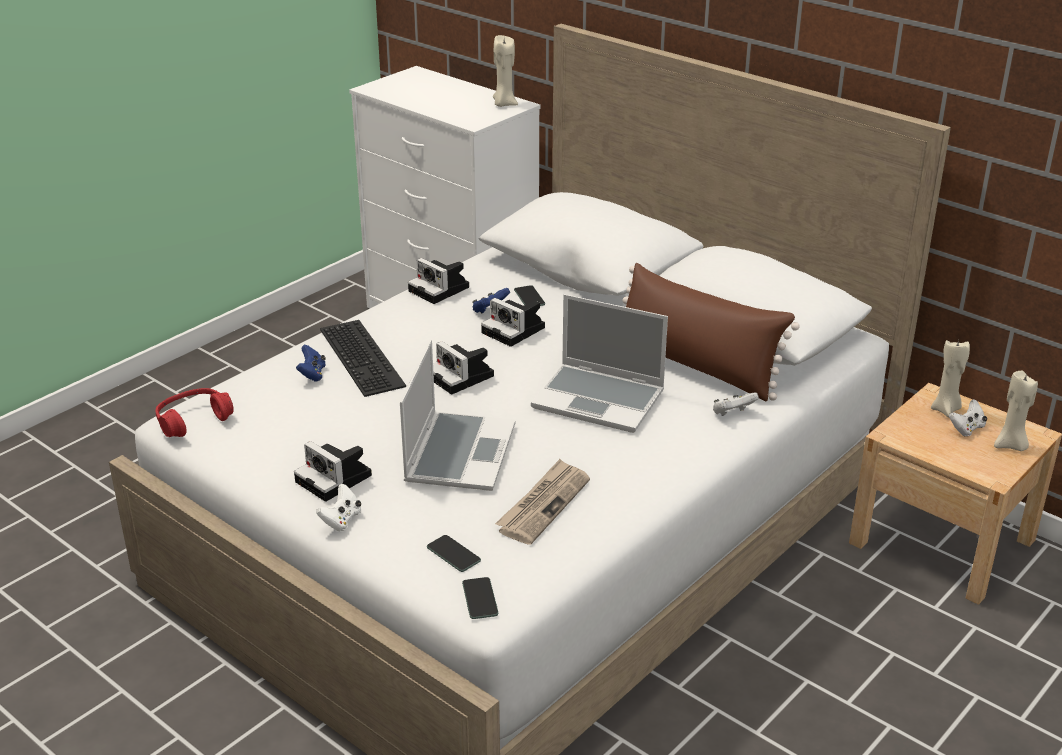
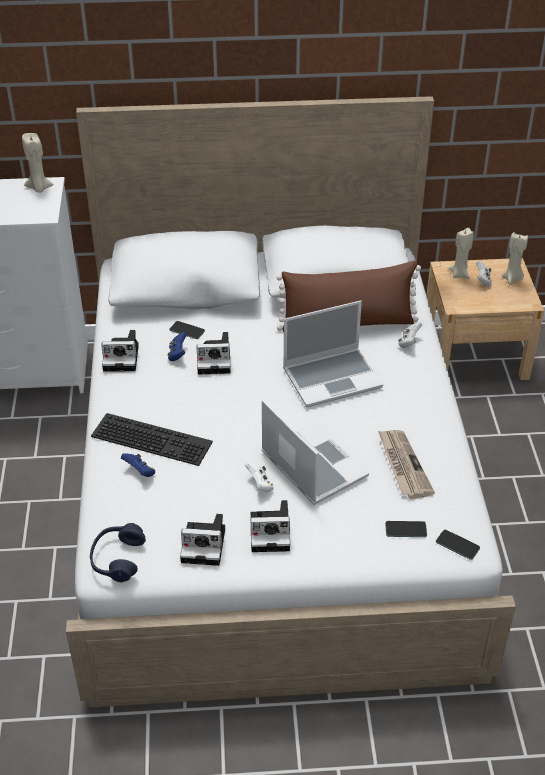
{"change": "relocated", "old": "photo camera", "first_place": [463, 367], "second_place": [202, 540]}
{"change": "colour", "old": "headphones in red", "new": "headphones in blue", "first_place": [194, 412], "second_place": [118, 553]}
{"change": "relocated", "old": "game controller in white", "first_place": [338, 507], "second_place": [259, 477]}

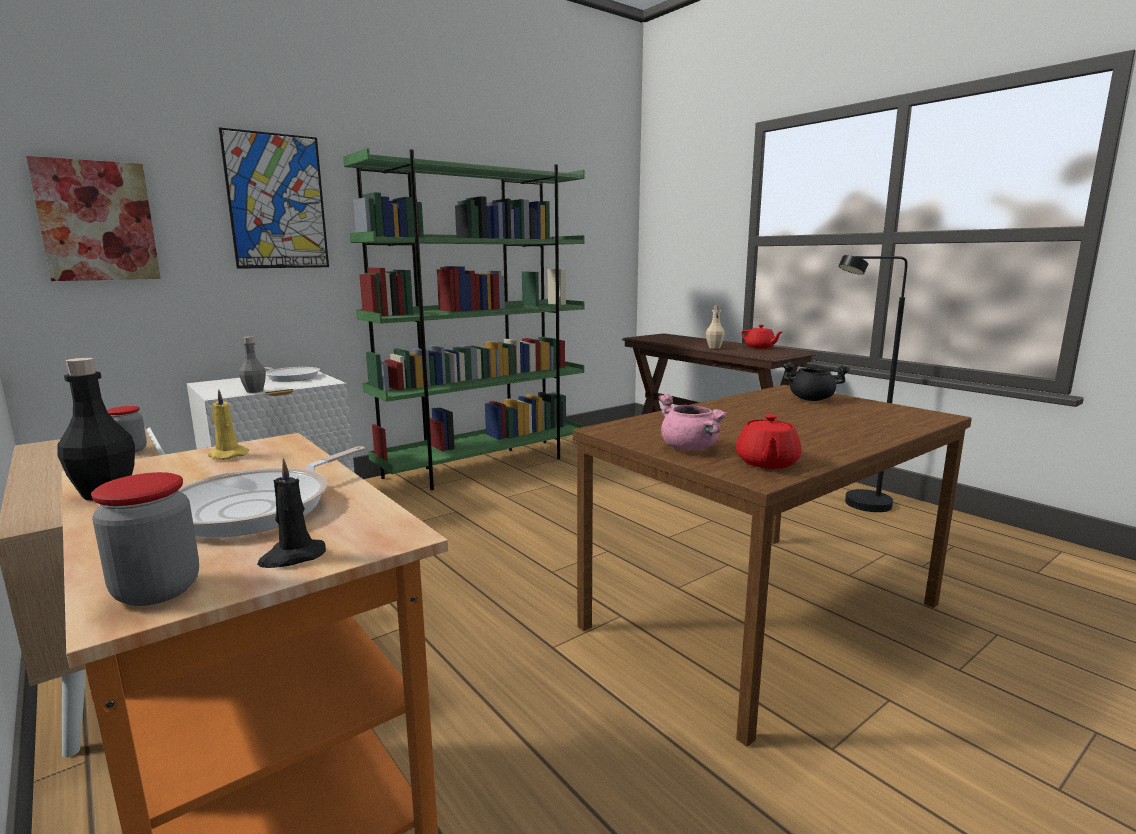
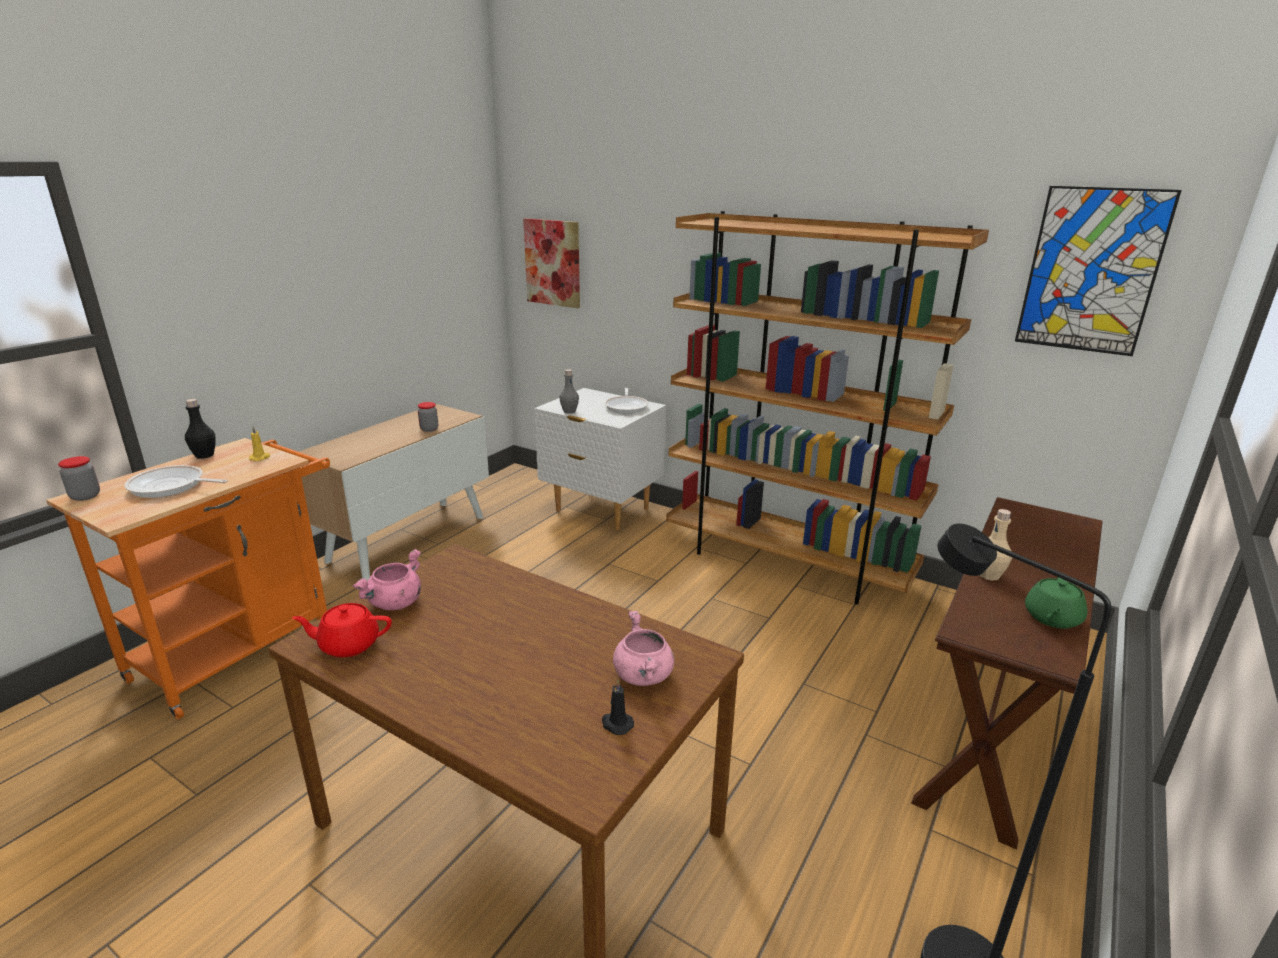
{"change": "relocated", "old": "picture", "first_place": [274, 198], "second_place": [1098, 271]}
{"change": "colour", "old": "bookcase in green", "new": "bookcase in brown", "first_place": [464, 319], "second_place": [827, 408]}
{"change": "colour", "old": "teapot in red", "new": "teapot in green", "first_place": [762, 337], "second_place": [1056, 603]}
{"change": "colour", "old": "cooking pot in black", "new": "cooking pot in pink", "first_place": [816, 381], "second_place": [643, 648]}
{"change": "relocated", "old": "candle in black", "first_place": [291, 513], "second_place": [618, 707]}

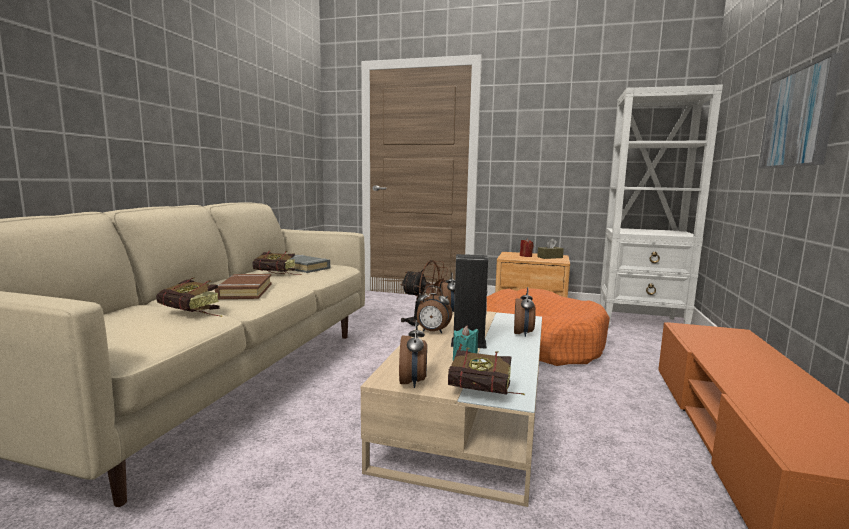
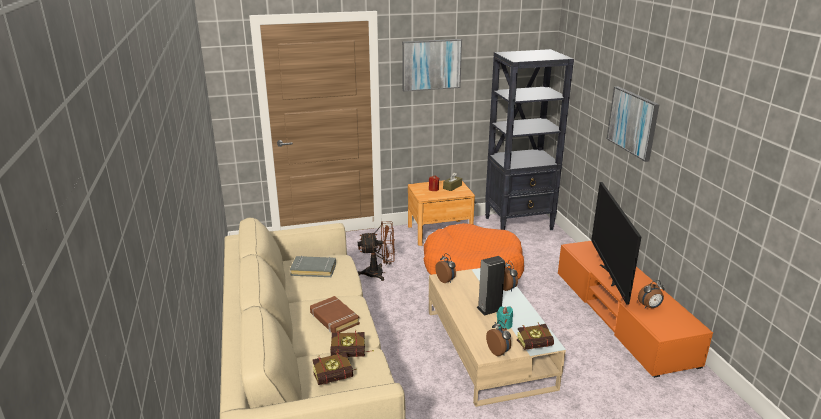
{"change": "colour", "old": "bookcase in white", "new": "bookcase in black", "first_place": [661, 206], "second_place": [529, 139]}
{"change": "relocated", "old": "book", "first_place": [277, 263], "second_place": [334, 368]}
{"change": "relocated", "old": "alarm clock", "first_place": [434, 309], "second_place": [651, 294]}
{"change": "appeared", "new": "picture", "second_place": [432, 65]}
{"change": "appeared", "new": "television", "second_place": [616, 243]}

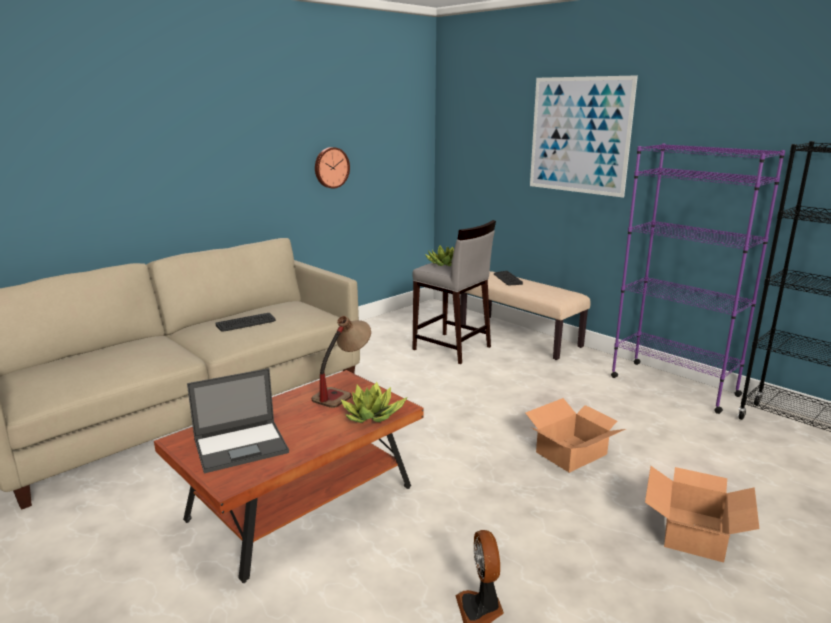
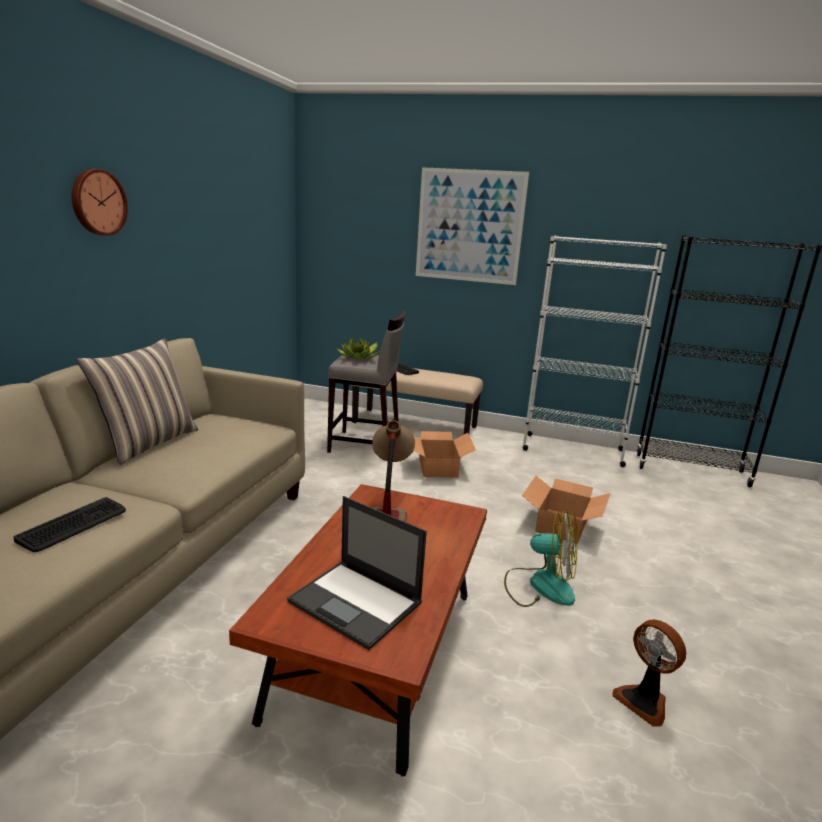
{"change": "colour", "old": "bookcase in purple", "new": "bookcase in white", "first_place": [698, 278], "second_place": [594, 351]}
{"change": "relocated", "old": "wall clock", "first_place": [332, 167], "second_place": [100, 202]}
{"change": "relocated", "old": "keyboard", "first_place": [246, 322], "second_place": [69, 524]}
{"change": "spun", "old": "laptop", "first_place": [238, 420], "second_place": [357, 573], "degrees": 90}
{"change": "missing", "old": "potted plant", "first_place": [374, 402]}
{"change": "relocated", "old": "cardboard box", "first_place": [702, 514], "second_place": [444, 454]}
{"change": "appeared", "new": "pillow", "second_place": [137, 402]}
{"change": "appeared", "new": "fan", "second_place": [540, 558]}

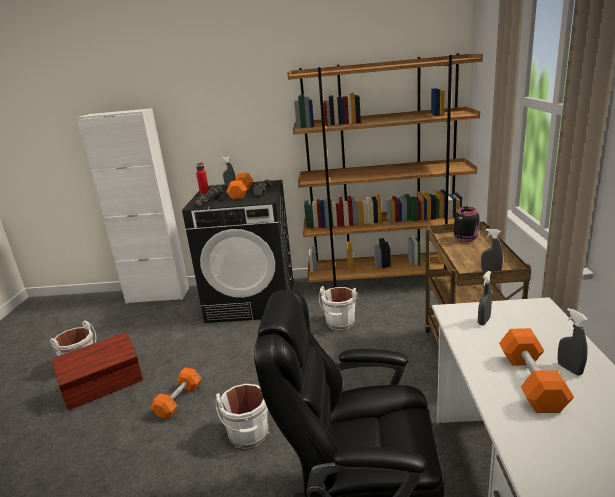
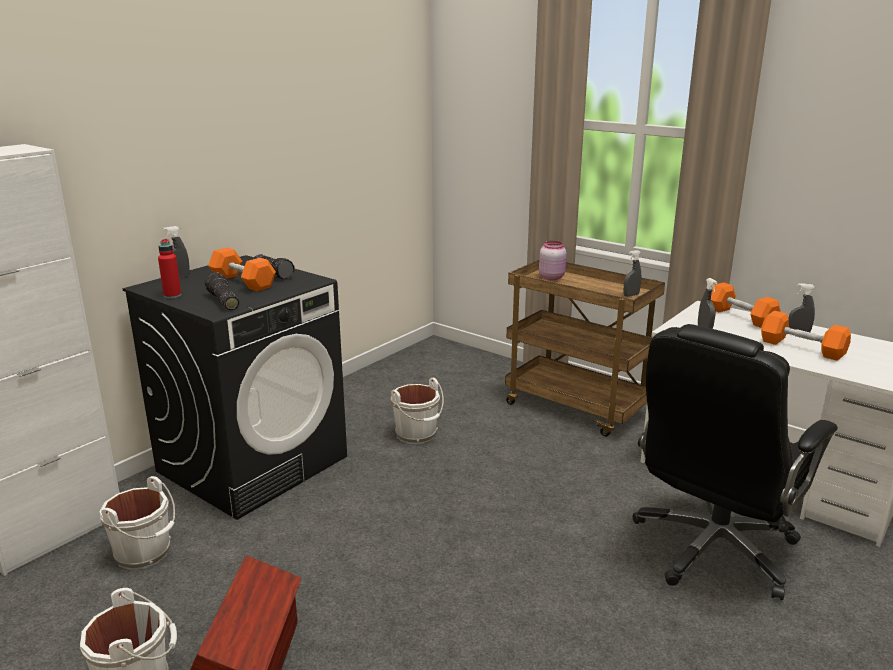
{"change": "missing", "old": "bookcase in brown", "first_place": [385, 170]}
{"change": "colour", "old": "jar in black", "new": "jar in pink", "first_place": [466, 224], "second_place": [552, 260]}
{"change": "relocated", "old": "dumbbell in orange", "first_place": [176, 393], "second_place": [746, 305]}
{"change": "relocated", "old": "bucket in white", "first_place": [242, 416], "second_place": [137, 523]}

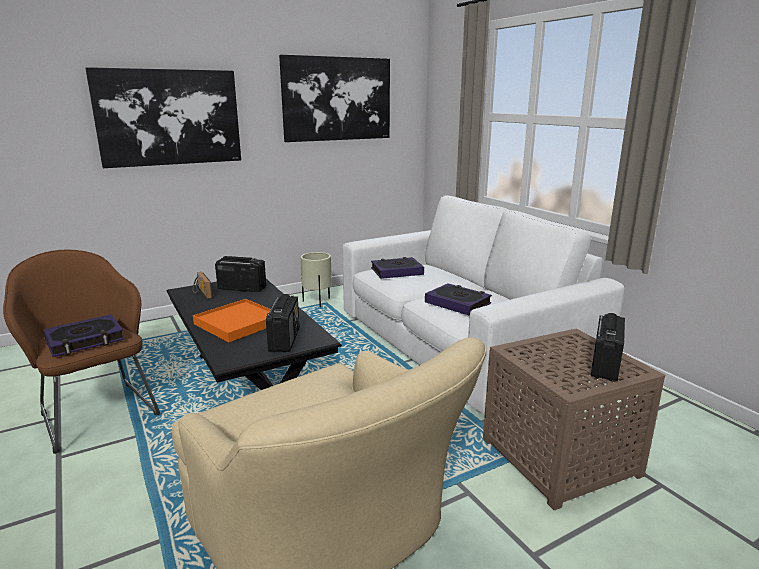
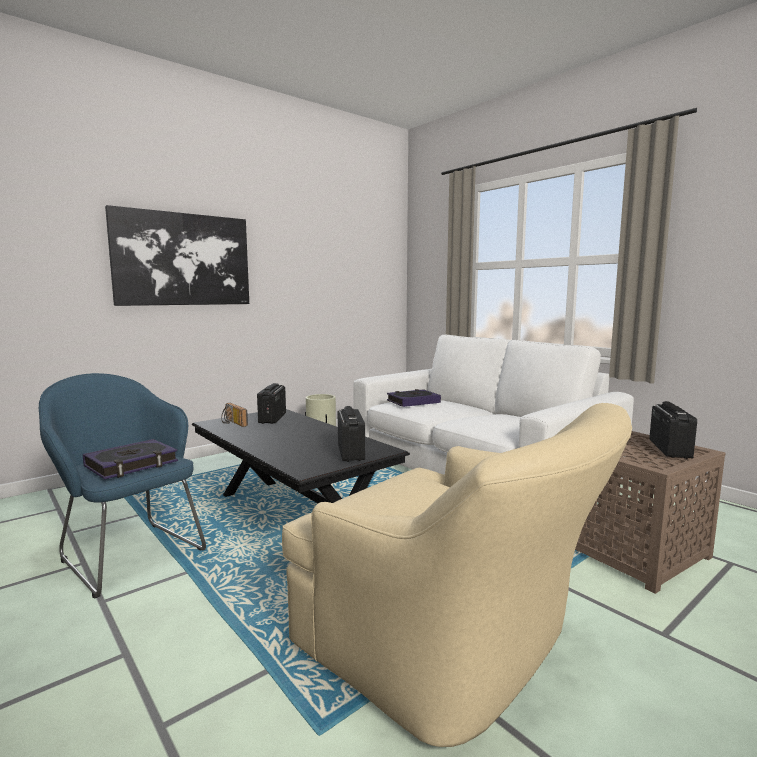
{"change": "missing", "old": "picture", "first_place": [334, 98]}
{"change": "colour", "old": "armchair in brown", "new": "armchair in blue", "first_place": [81, 351], "second_place": [122, 486]}
{"change": "spun", "old": "radio", "first_place": [240, 274], "second_place": [271, 403], "degrees": -90}
{"change": "missing", "old": "book", "first_place": [458, 299]}
{"change": "missing", "old": "tray in orange", "first_place": [232, 320]}

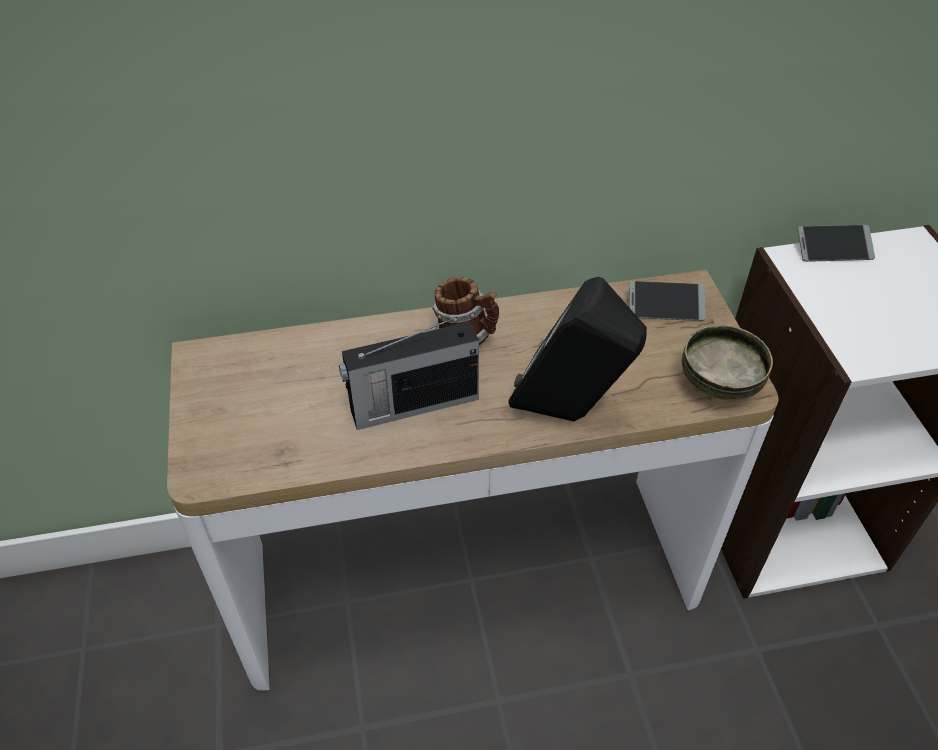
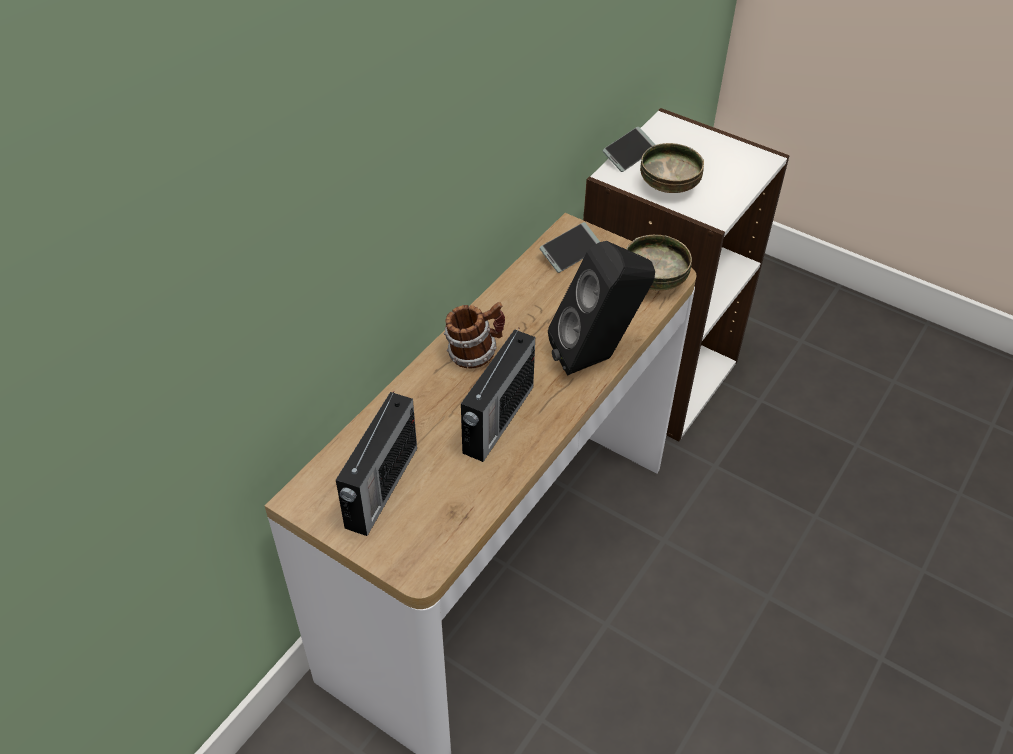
{"change": "appeared", "new": "bowl", "second_place": [672, 168]}
{"change": "appeared", "new": "radio", "second_place": [376, 463]}

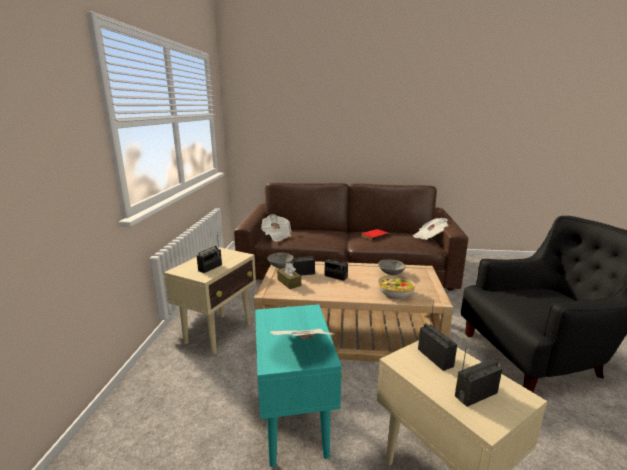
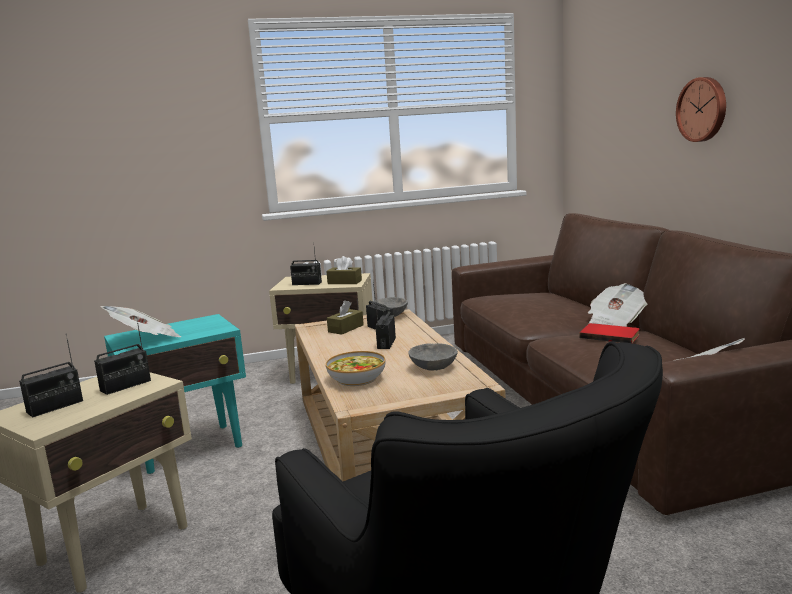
{"change": "relocated", "old": "newspaper", "first_place": [276, 228], "second_place": [618, 305]}
{"change": "spun", "old": "radio", "first_place": [478, 375], "second_place": [51, 375], "degrees": 90}
{"change": "appeared", "new": "wall clock", "second_place": [701, 109]}
{"change": "appeared", "new": "tissue box in brown", "second_place": [344, 270]}

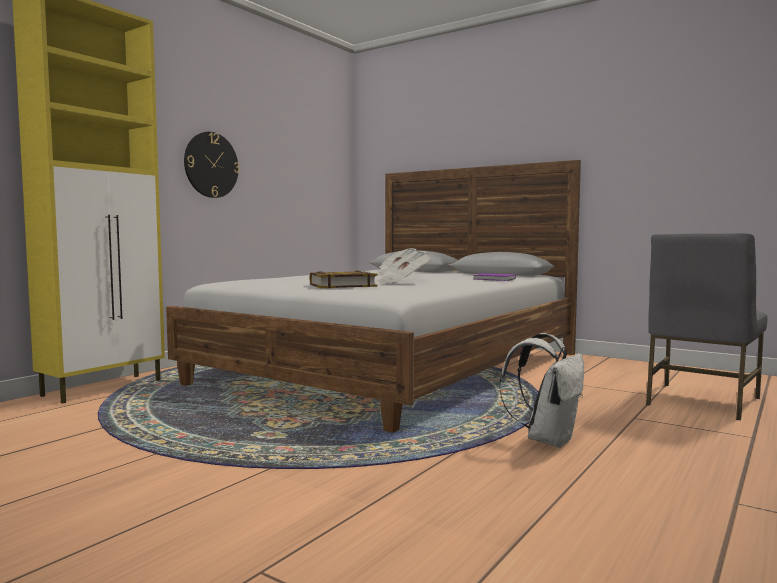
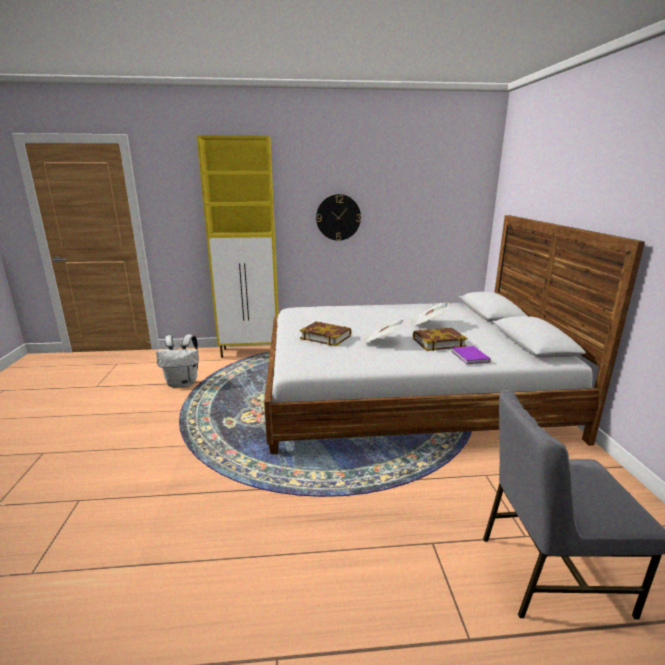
{"change": "relocated", "old": "backpack in white", "first_place": [541, 390], "second_place": [177, 361]}
{"change": "appeared", "new": "book", "second_place": [440, 339]}

